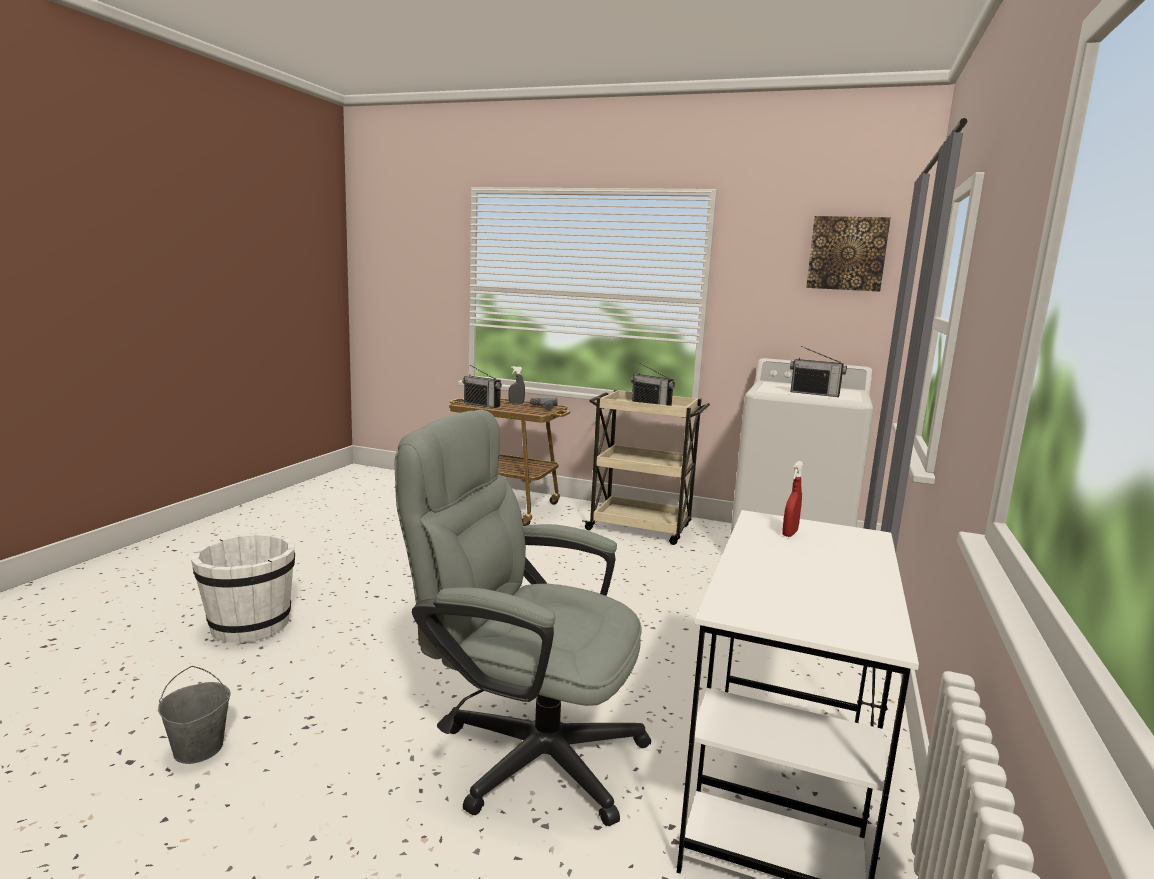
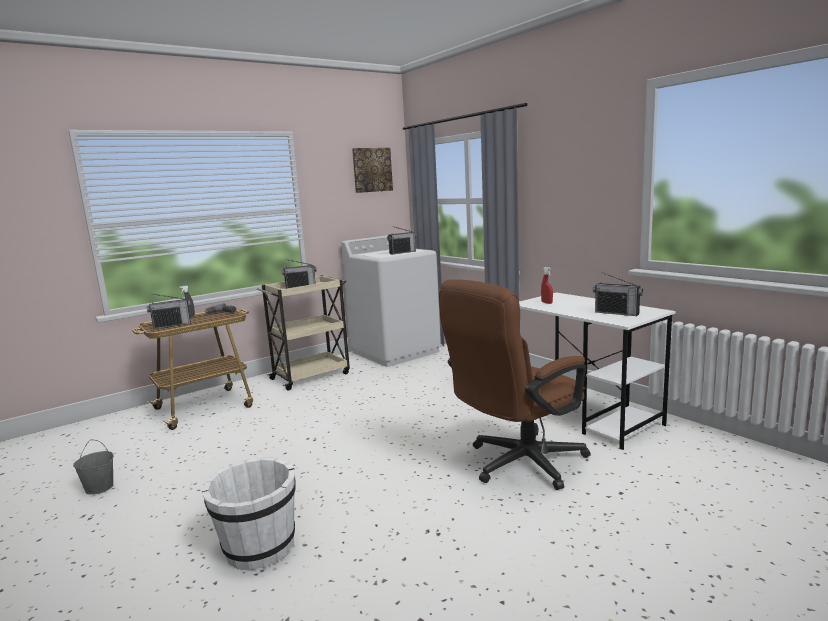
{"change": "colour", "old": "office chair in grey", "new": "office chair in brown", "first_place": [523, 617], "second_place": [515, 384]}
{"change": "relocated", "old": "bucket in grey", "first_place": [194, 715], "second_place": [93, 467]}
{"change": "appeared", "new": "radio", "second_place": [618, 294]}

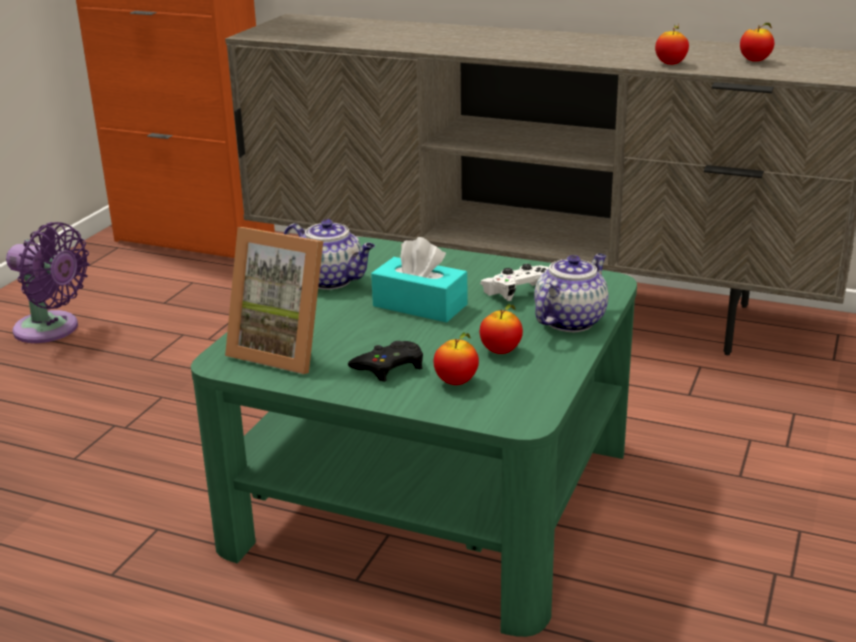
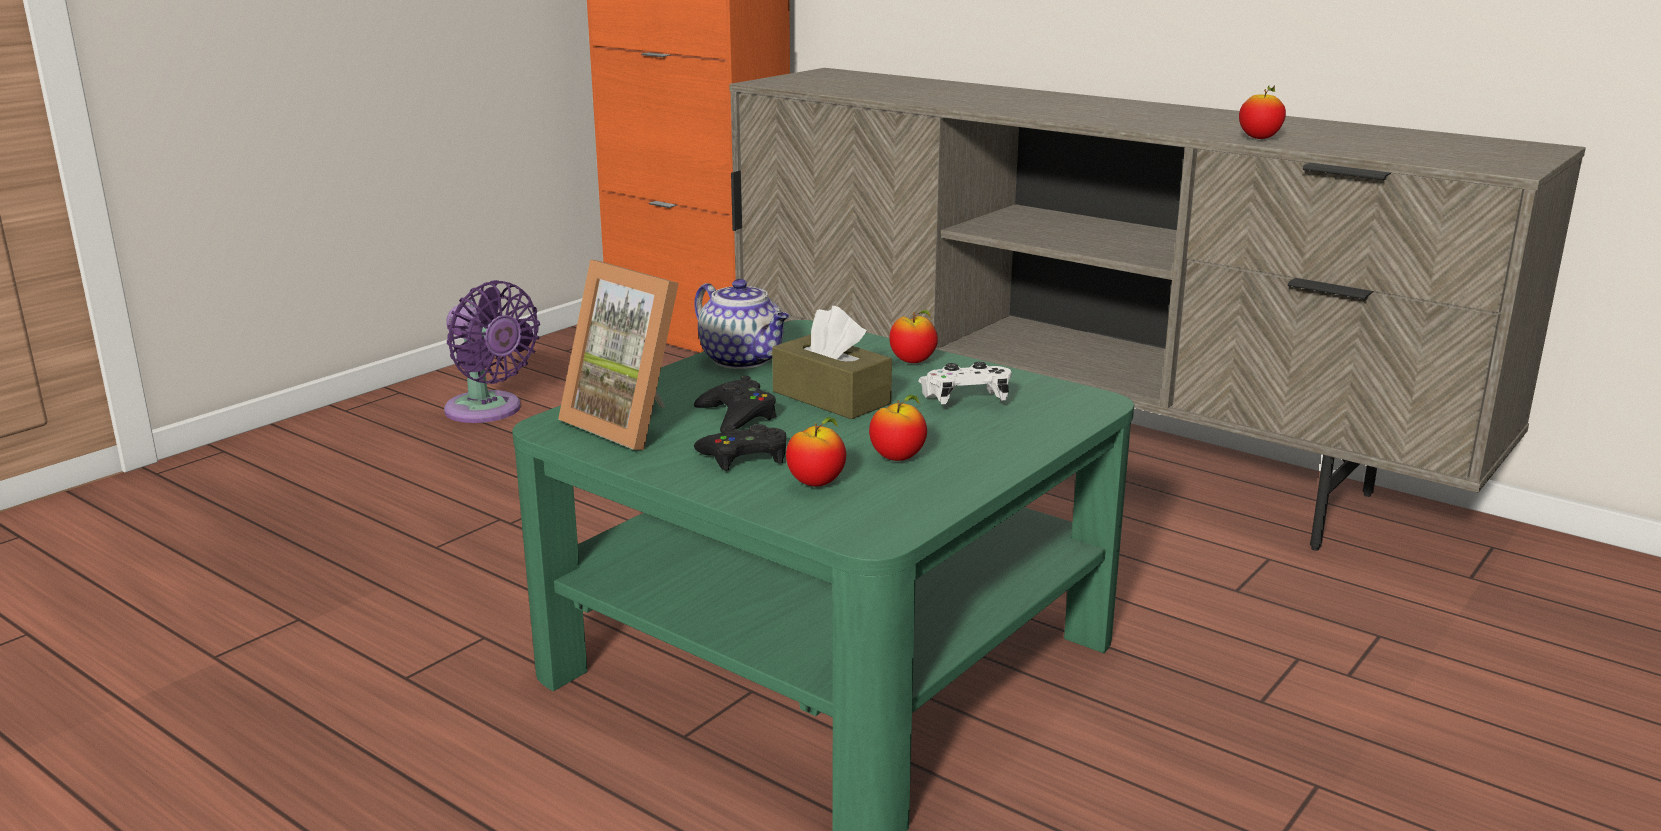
{"change": "relocated", "old": "apple", "first_place": [757, 42], "second_place": [913, 336]}
{"change": "colour", "old": "tissue box in turquoise", "new": "tissue box in brown", "first_place": [419, 280], "second_place": [832, 362]}
{"change": "missing", "old": "teapot", "first_place": [571, 293]}
{"change": "appeared", "new": "game controller in black", "second_place": [735, 404]}

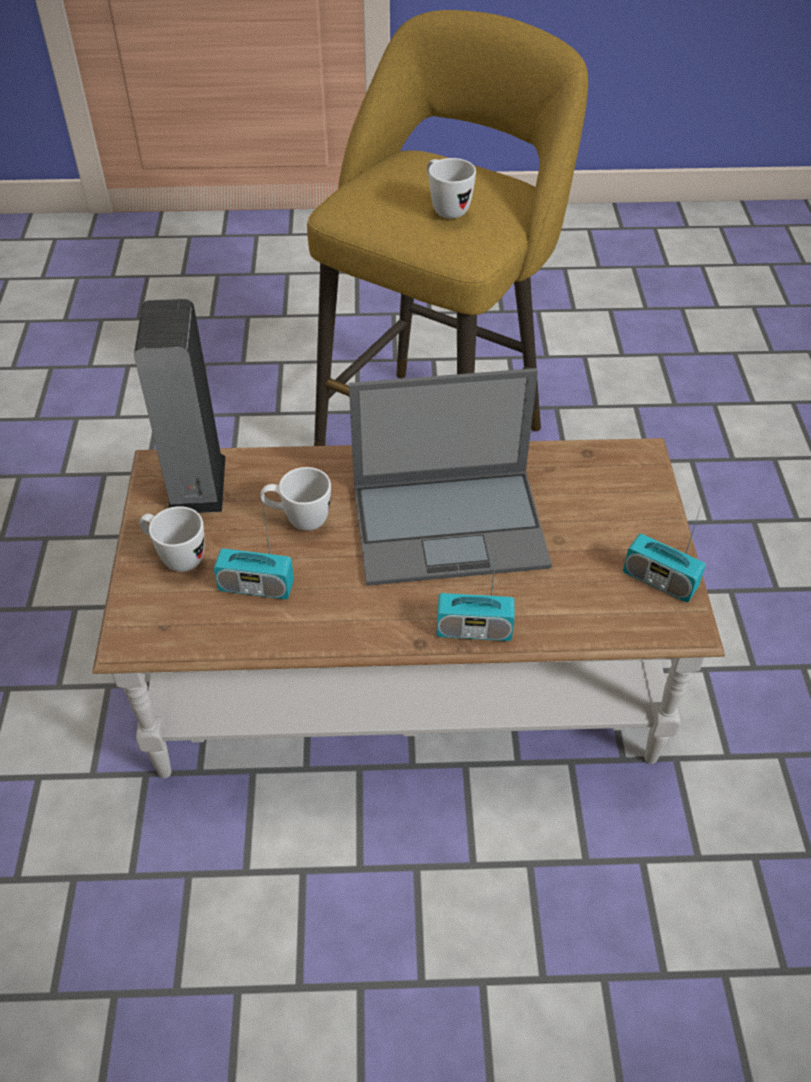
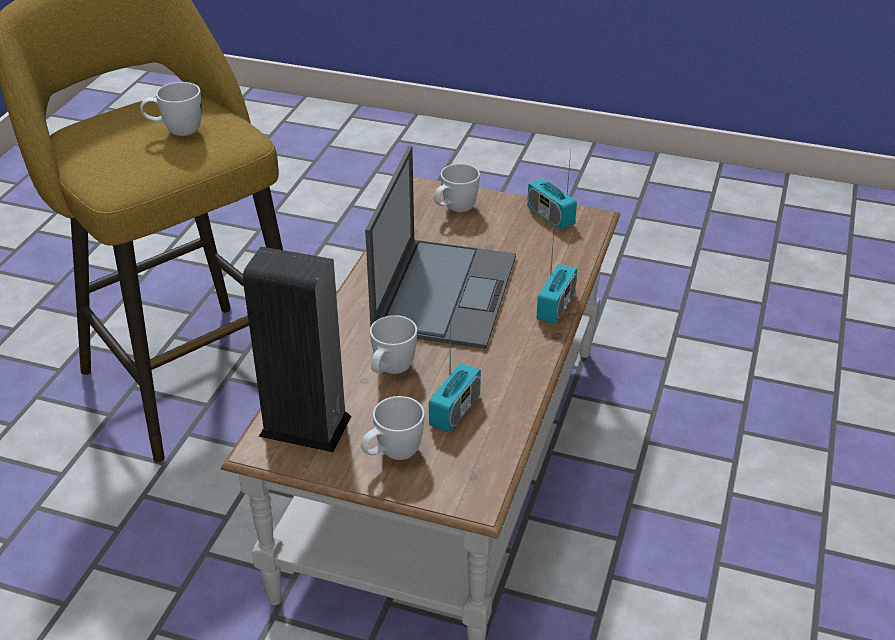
{"change": "spun", "old": "radio", "first_place": [664, 554], "second_place": [552, 190], "degrees": 90}
{"change": "appeared", "new": "mug in white", "second_place": [457, 188]}

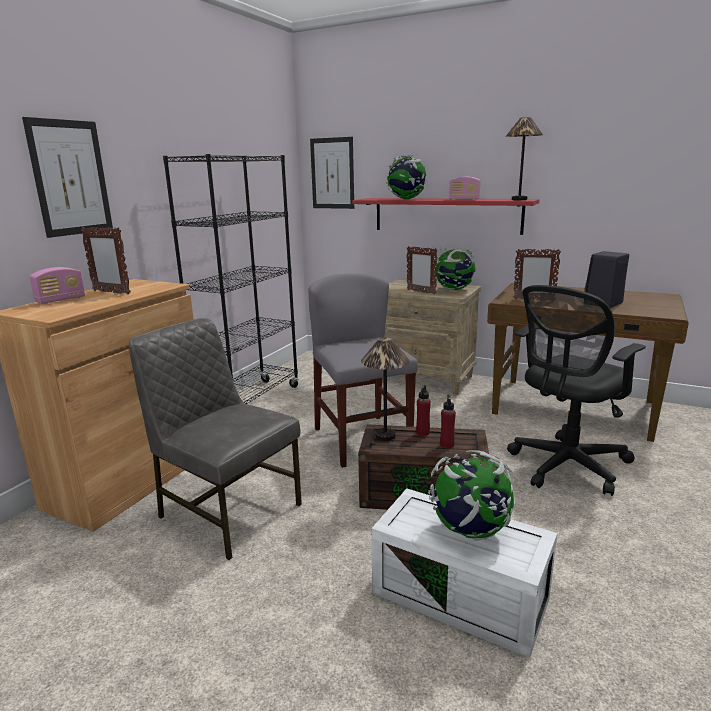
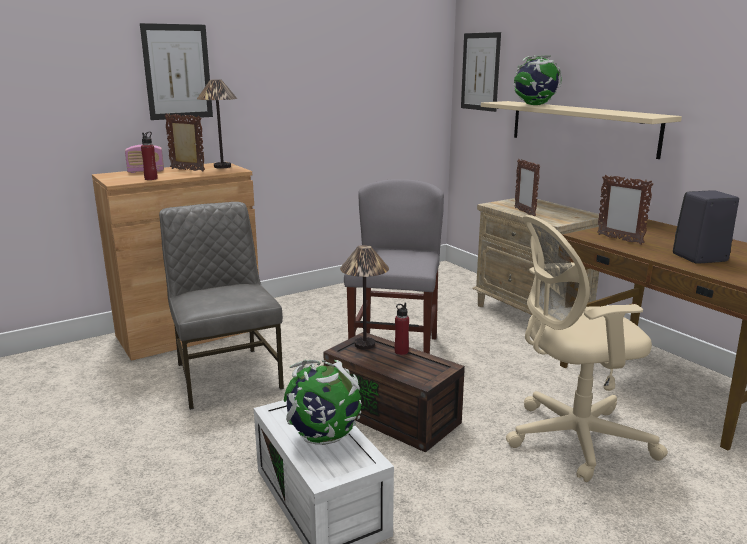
{"change": "relocated", "old": "table lamp", "first_place": [524, 158], "second_place": [217, 124]}
{"change": "missing", "old": "bookcase in black", "first_place": [231, 279]}
{"change": "missing", "old": "radio", "first_place": [465, 188]}
{"change": "colour", "old": "shelf in red", "new": "shelf in beige", "first_place": [446, 216], "second_place": [581, 130]}
{"change": "spun", "old": "picture frame", "first_place": [106, 260], "second_place": [185, 142], "degrees": 150}
{"change": "missing", "old": "globe", "first_place": [455, 268]}
{"change": "colour", "old": "office chair in black", "new": "office chair in beige", "first_place": [576, 390], "second_place": [587, 348]}
{"change": "relocated", "old": "bottle in red", "first_place": [448, 421], "second_place": [149, 156]}

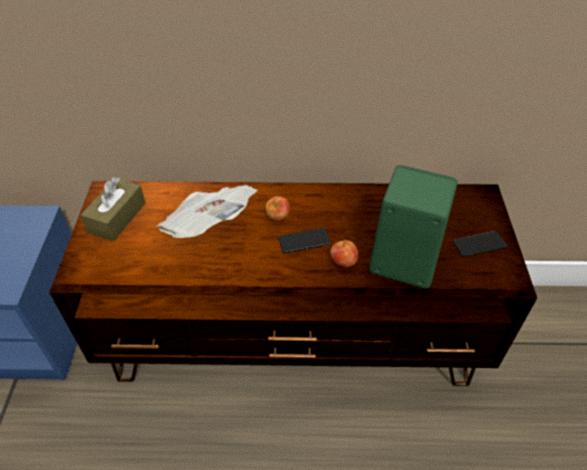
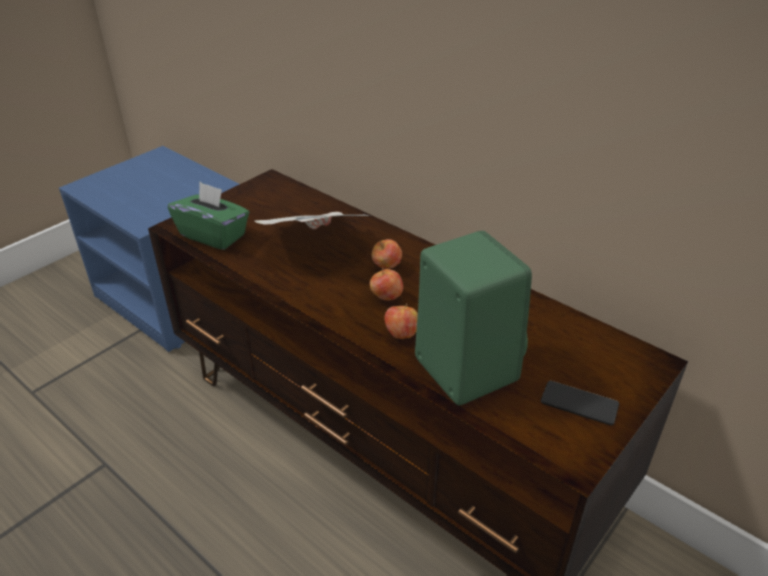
{"change": "missing", "old": "tissue box in brown", "first_place": [113, 209]}
{"change": "exchanged", "old": "phone", "new": "apple", "first_place": [304, 240], "second_place": [386, 284]}
{"change": "appeared", "new": "tissue box in green", "second_place": [209, 216]}

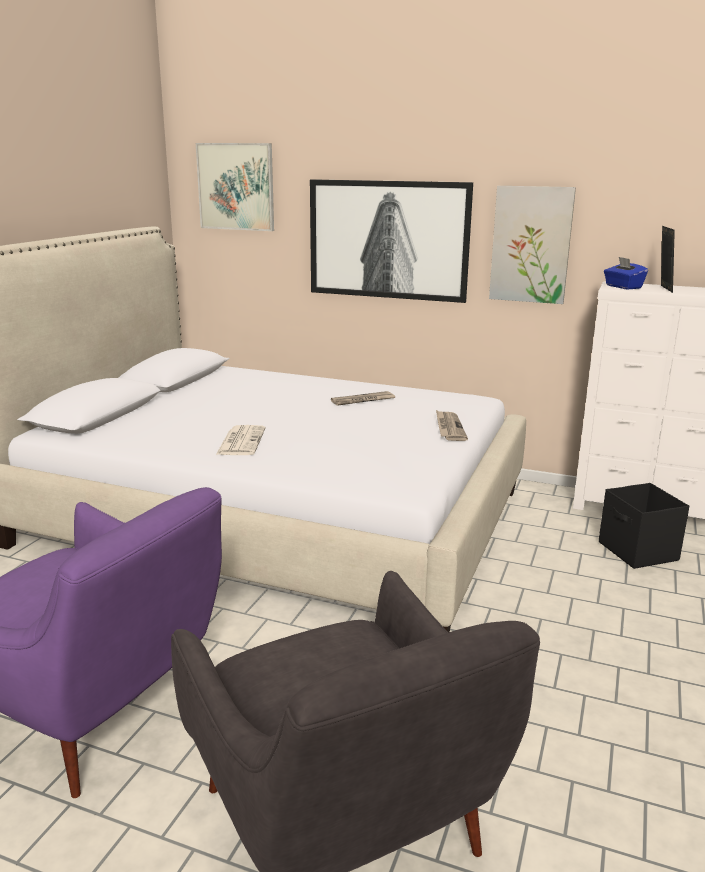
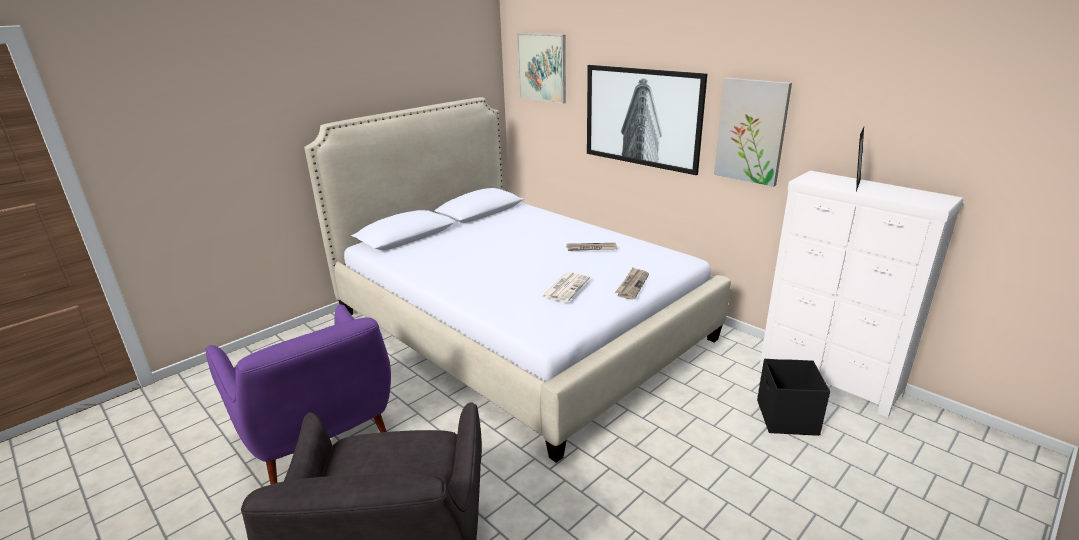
{"change": "missing", "old": "tissue box in blue", "first_place": [626, 273]}
{"change": "relocated", "old": "newspaper", "first_place": [241, 440], "second_place": [566, 287]}

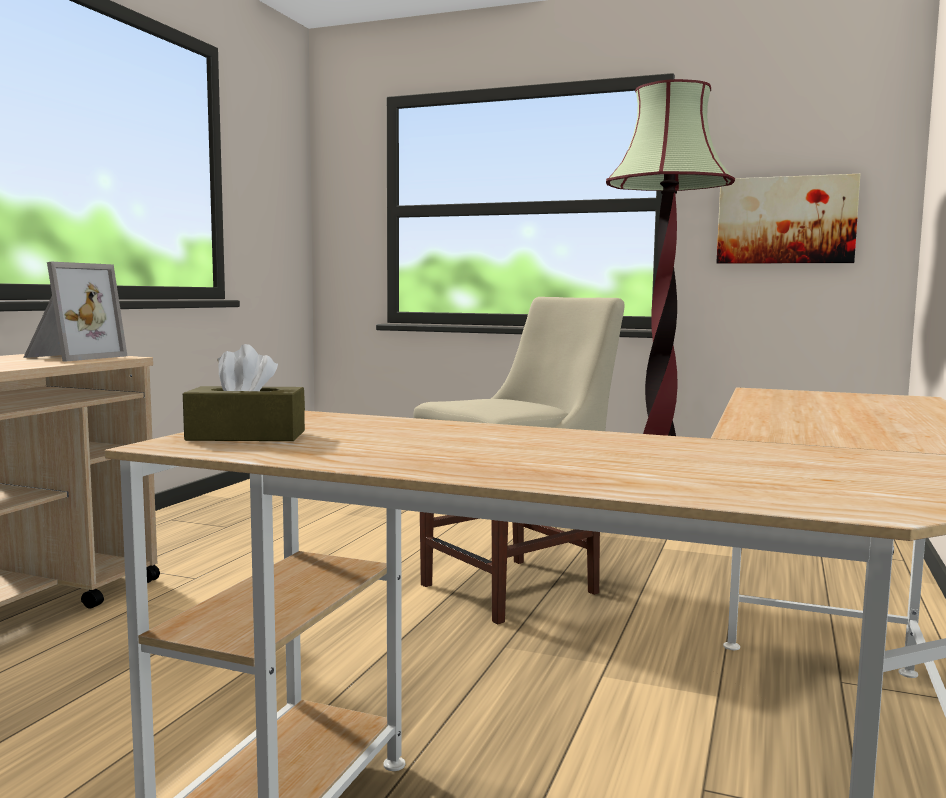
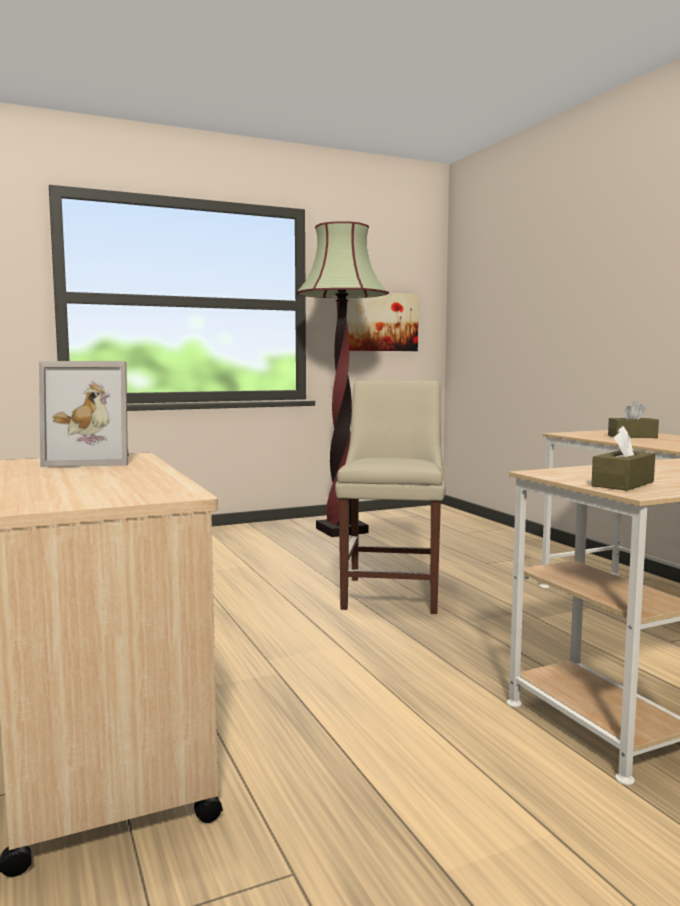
{"change": "spun", "old": "picture frame", "first_place": [75, 311], "second_place": [84, 414], "degrees": 105}
{"change": "appeared", "new": "tissue box in brown", "second_place": [633, 419]}

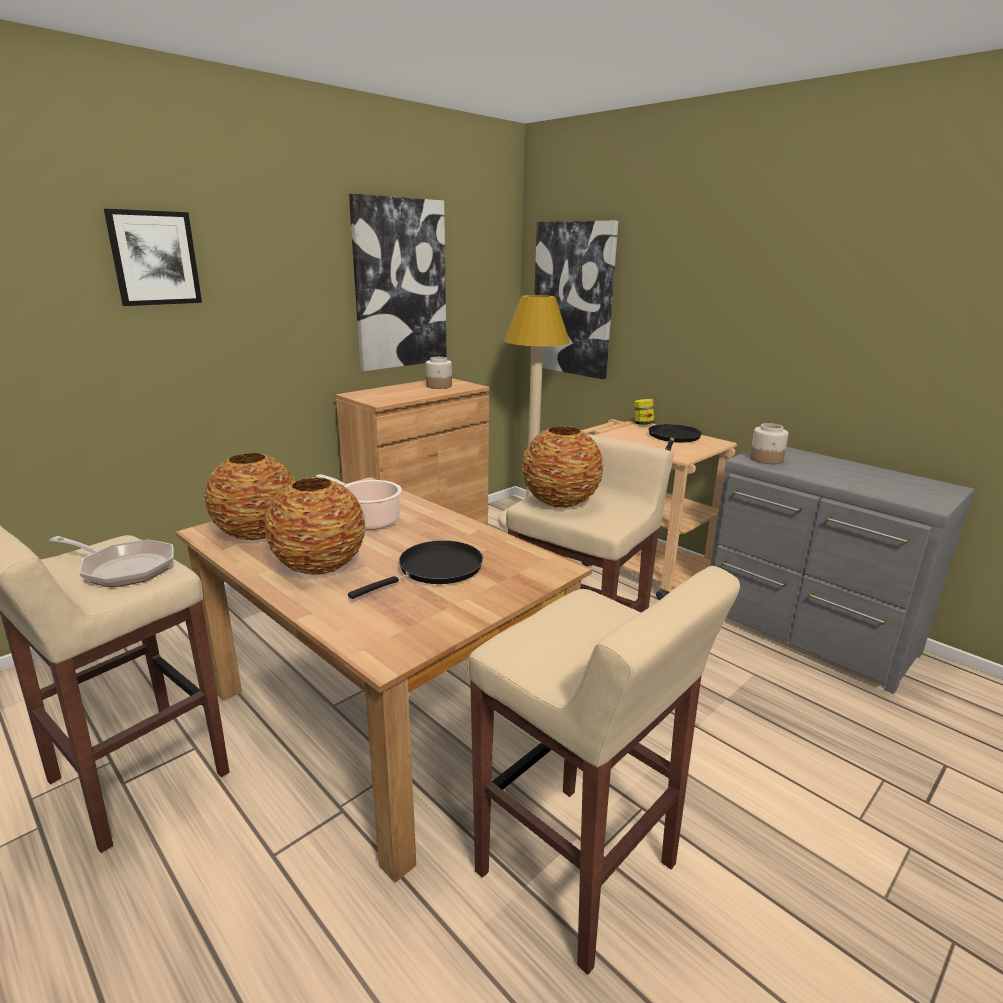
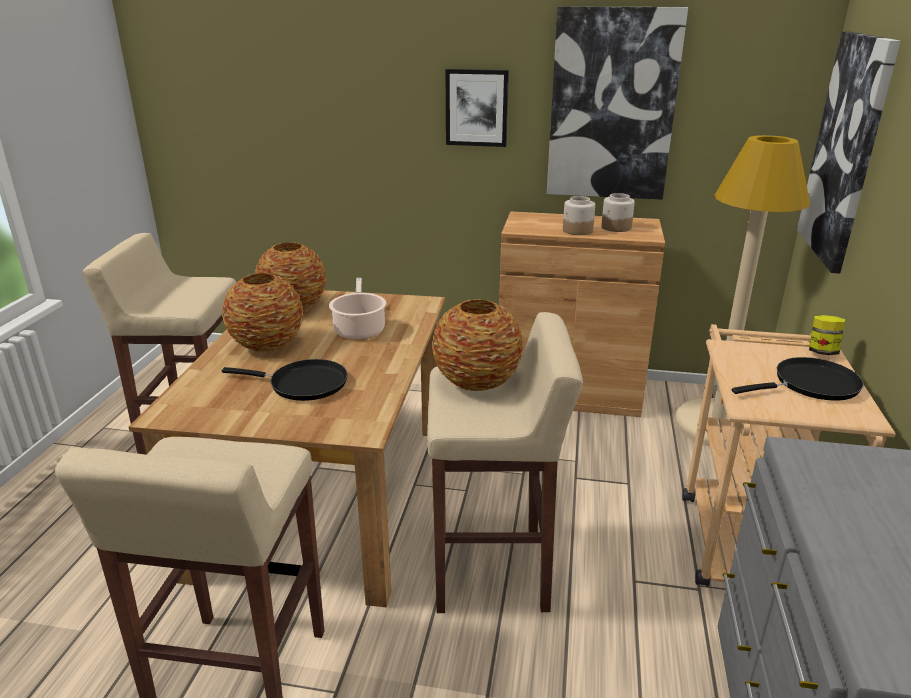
{"change": "relocated", "old": "picture", "first_place": [153, 257], "second_place": [477, 108]}
{"change": "relocated", "old": "jar", "first_place": [769, 443], "second_place": [579, 215]}
{"change": "missing", "old": "frying pan", "first_place": [111, 562]}

